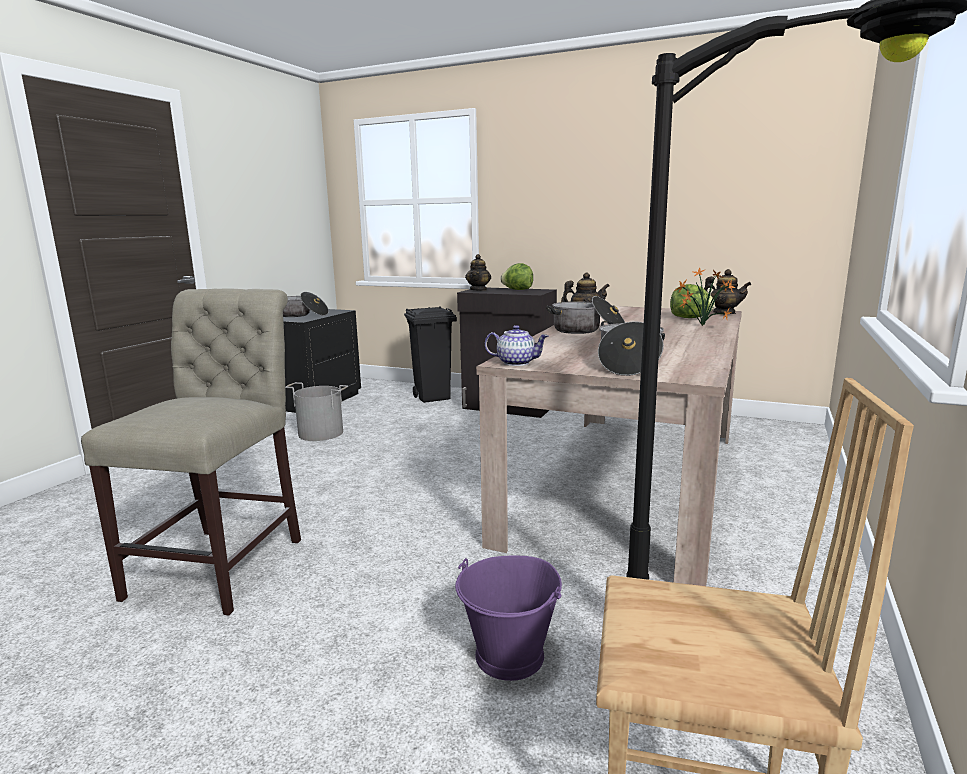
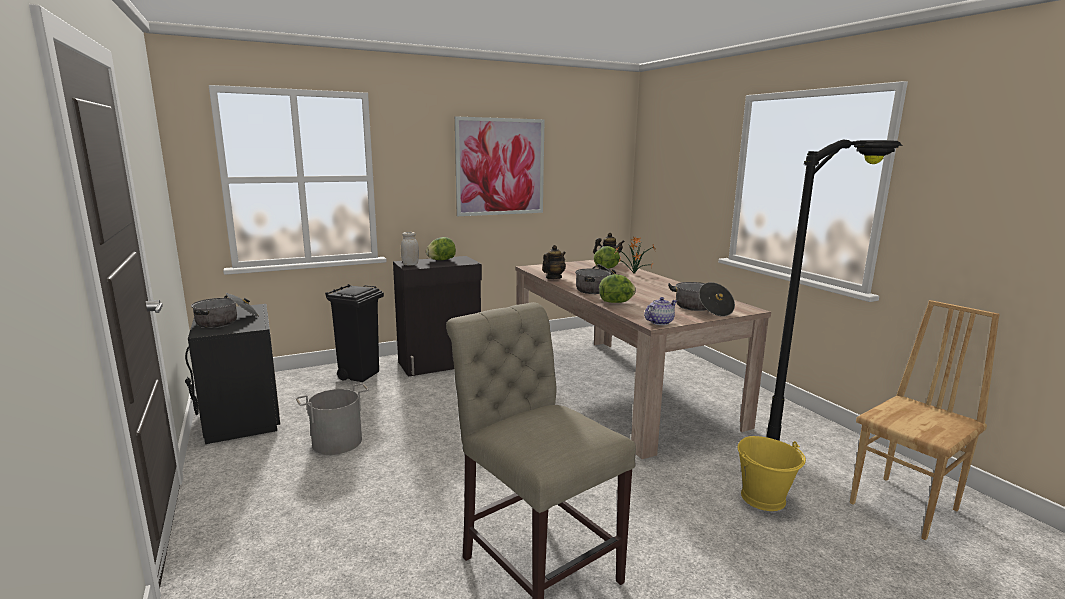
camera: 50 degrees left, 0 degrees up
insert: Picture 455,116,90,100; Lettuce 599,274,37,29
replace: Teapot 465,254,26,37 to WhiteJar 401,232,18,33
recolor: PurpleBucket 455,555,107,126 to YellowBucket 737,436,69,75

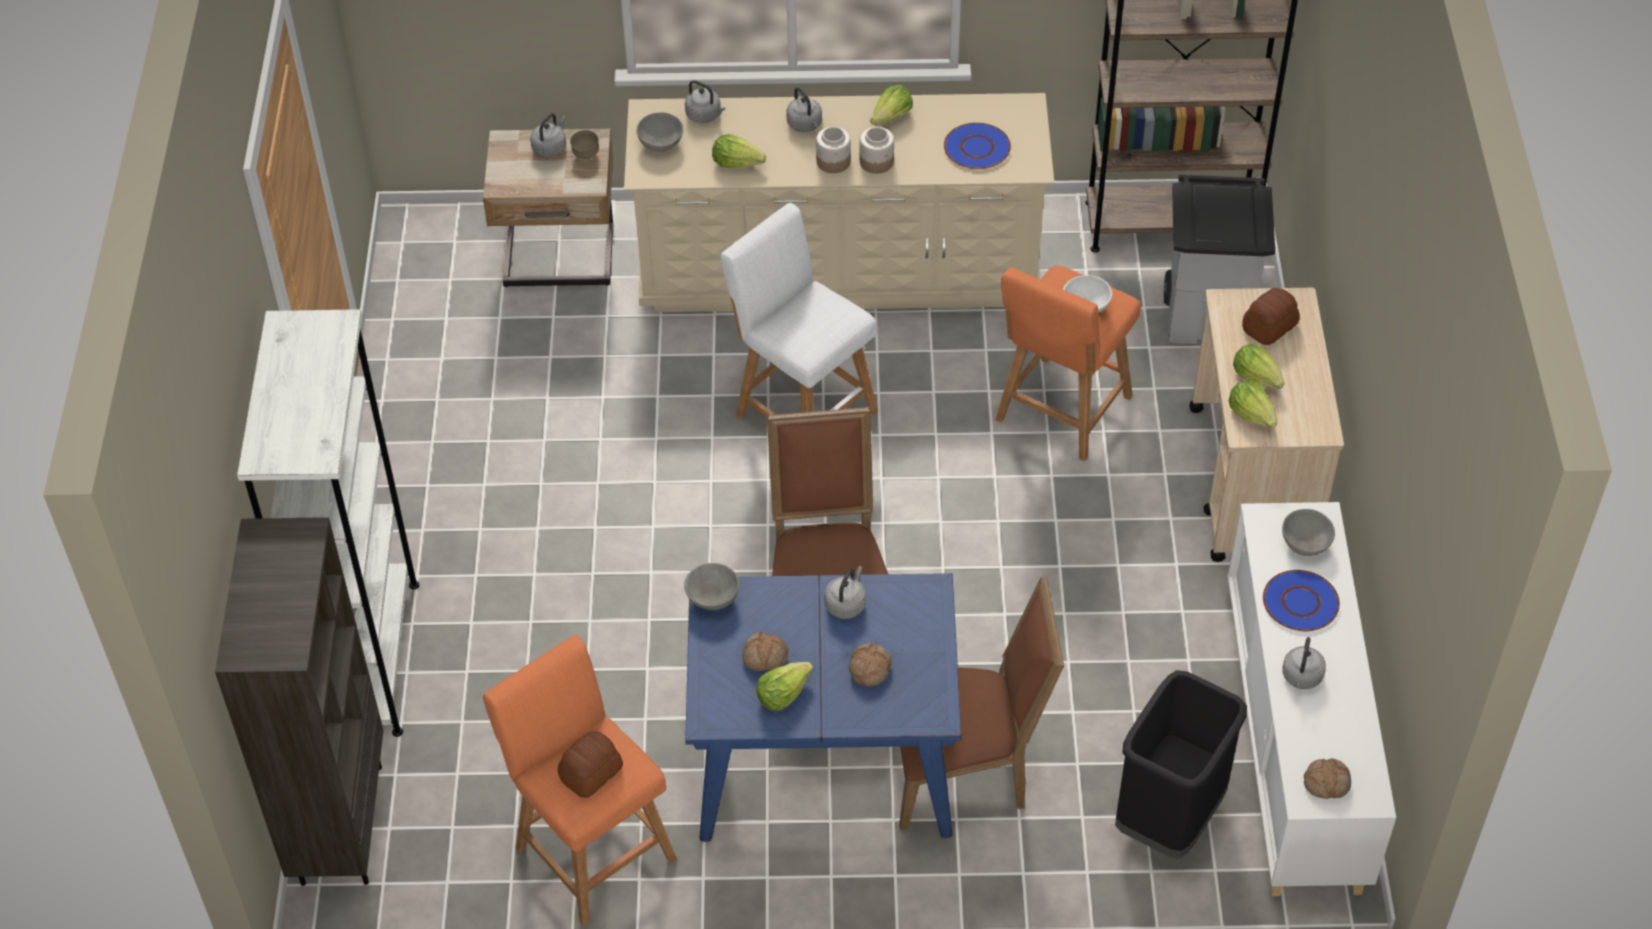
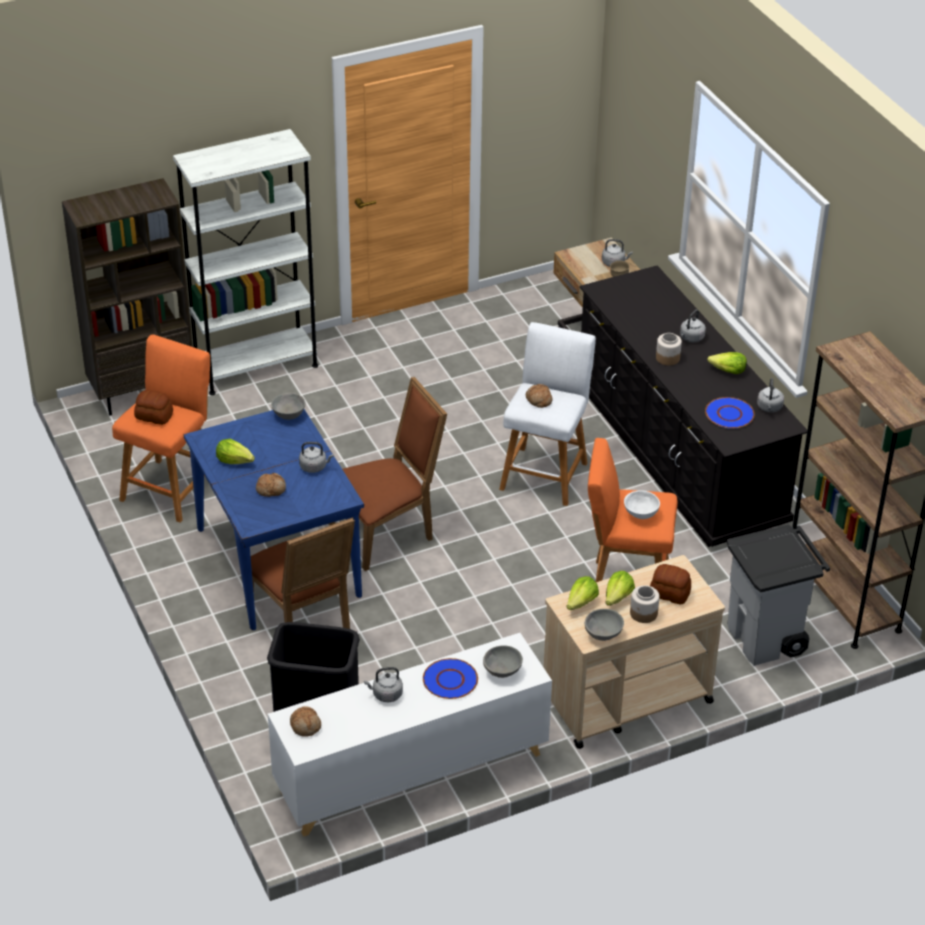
camera: 65 degrees right, 10 degrees down
delete: Lettuce 712,134,54,34
move: GreyKettle 685,80,40,43 to 757,378,27,34; GreyBowl 637,112,46,40 to 585,609,39,32; Jar 860,127,34,47 to 630,585,29,38; Bread 742,632,47,39 to 526,384,26,24
recolor: BeigeDresser 624,93,430,219 to BlackDresser 580,266,227,281

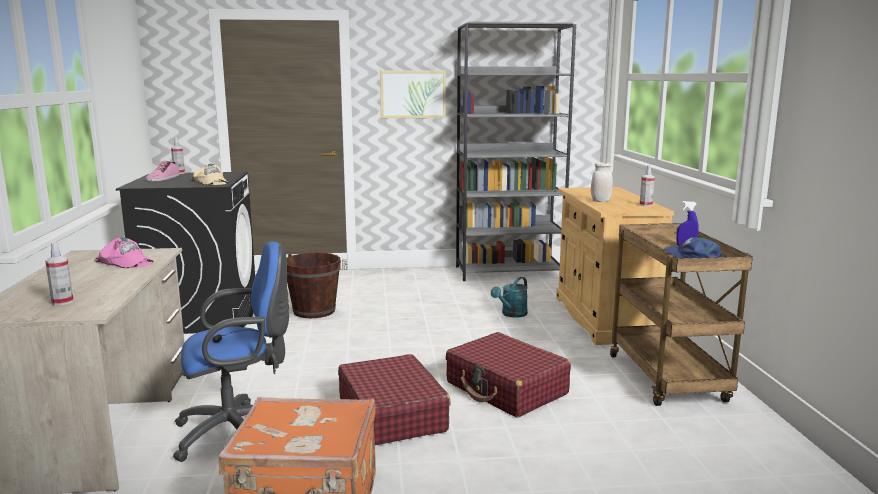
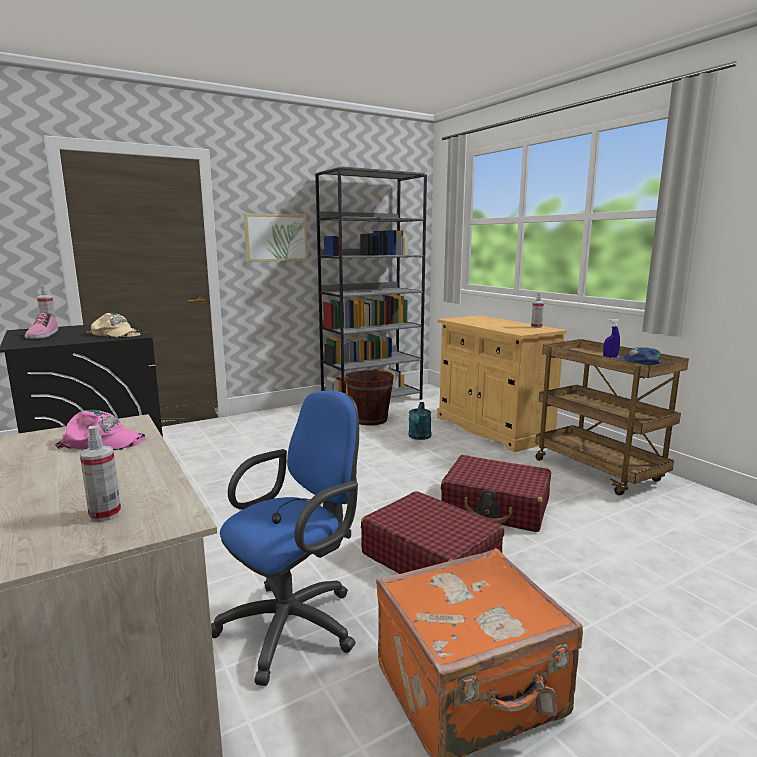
camera: 25 degrees left, 0 degrees up
delete: WhiteJar 591,162,22,40
move: BrownBucket 287,253,54,65 to 346,370,48,55

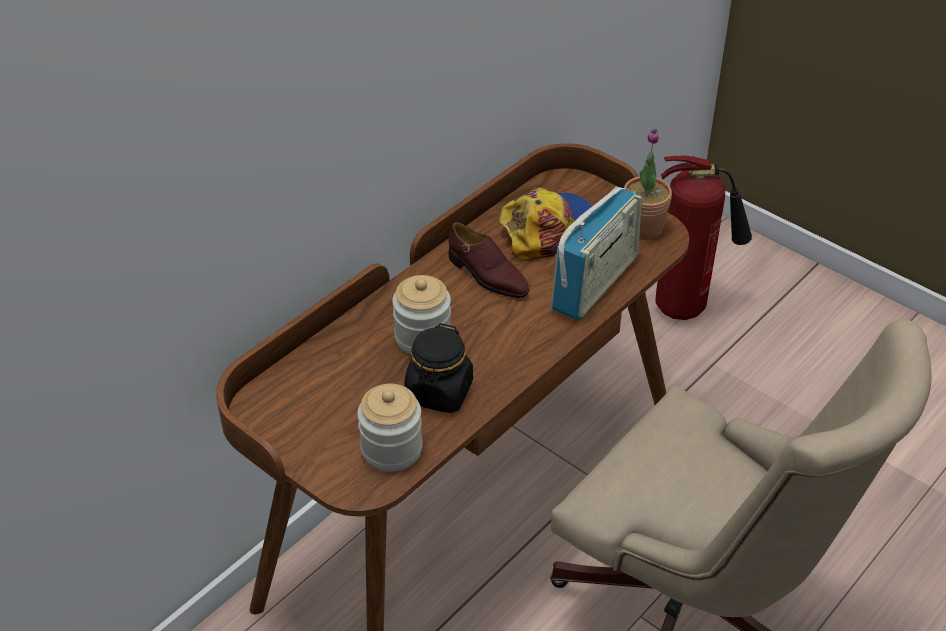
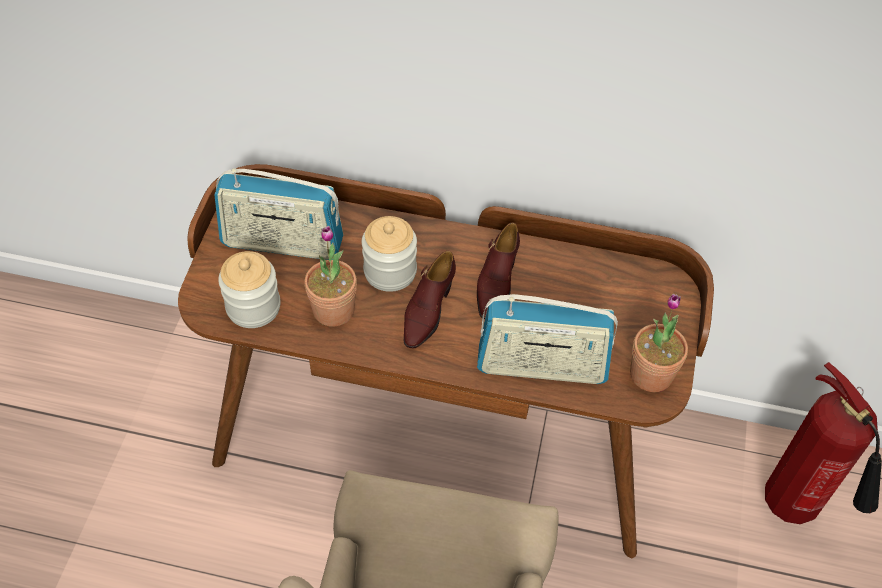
camera: 60 degrees right, 10 degrees up
delete: Cap 499,188,93,72
insert: Radio 215,168,128,92; BrownShoe 404,251,52,97
replace: BlackJar 404,323,69,90 to PottedPlant 304,226,53,100

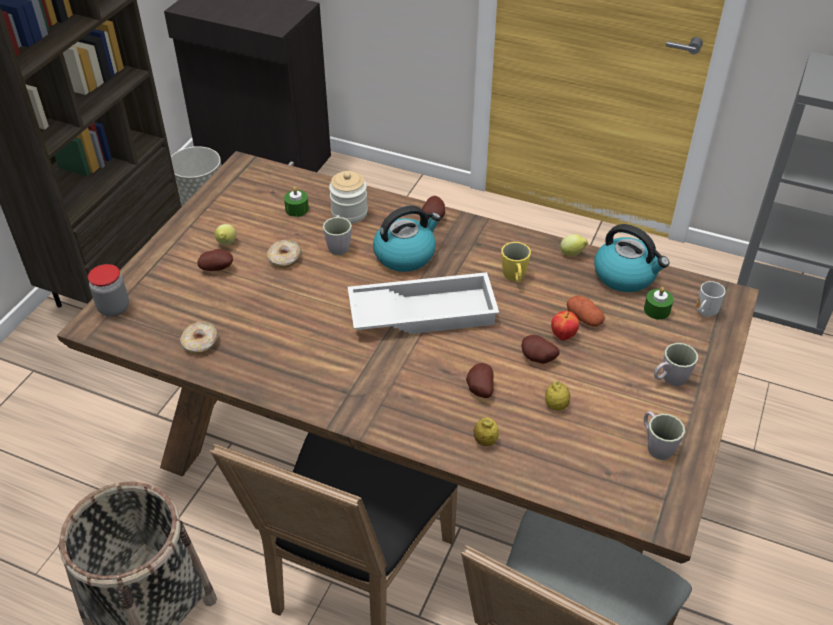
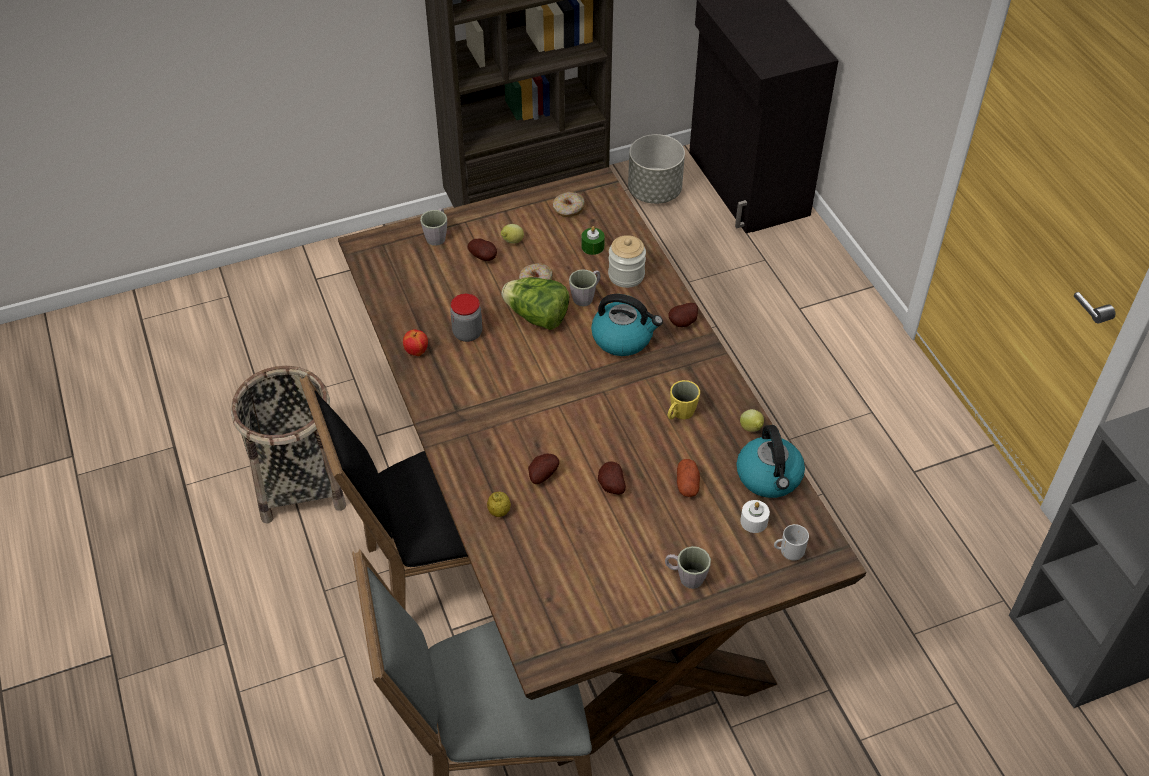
camera: 45 degrees right, 5 degrees up
delete: WhiteTray 348,272,151,62; Lemon 545,381,25,30
insert: Lettuce 501,277,68,53
move: Jar 88,264,41,53 to 450,294,32,48; Apple 551,311,28,29 to 403,329,25,27; Donut 180,322,38,32 to 553,192,32,25; GreyMug 644,411,41,49 to 420,208,27,38
recolor: GreenCandle 644,287,30,33 to WhiteCandle 740,500,30,33

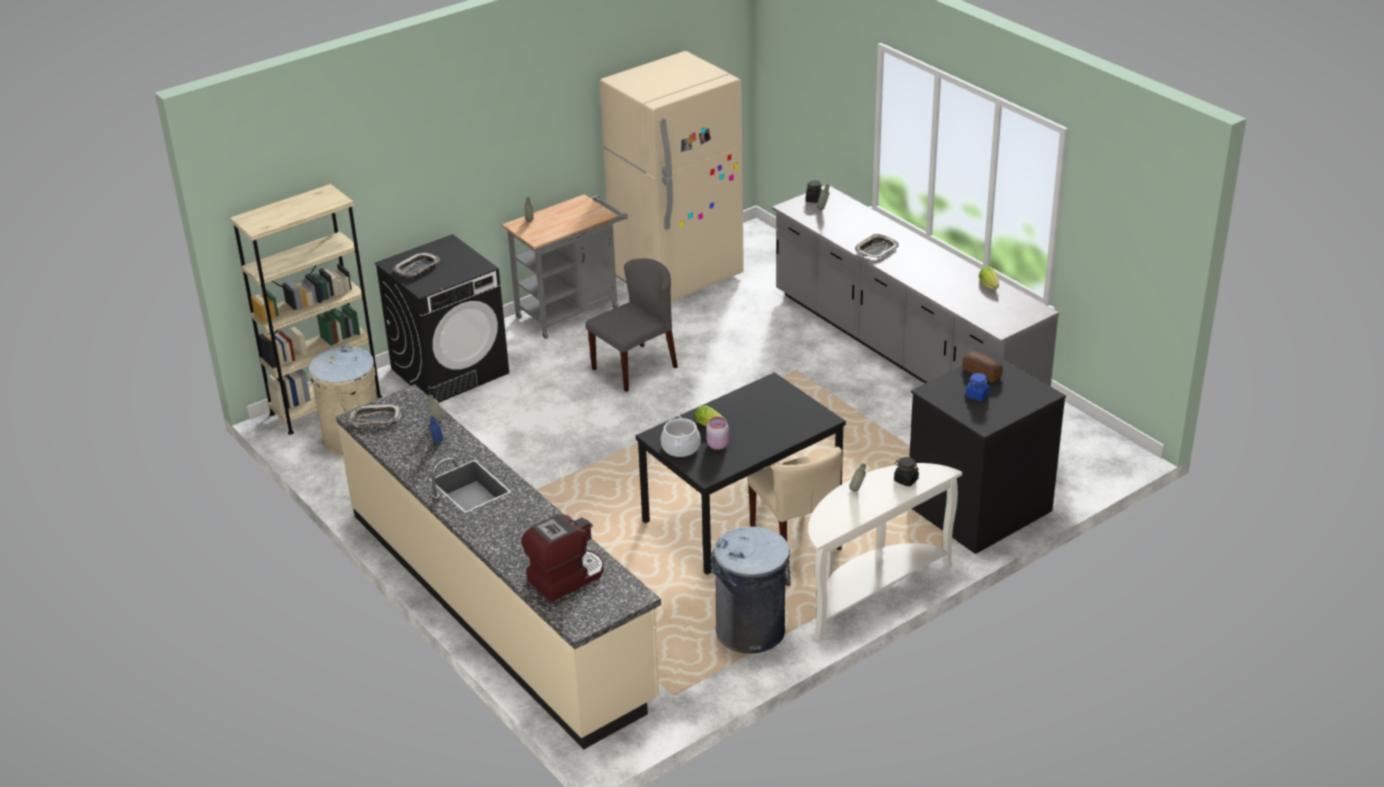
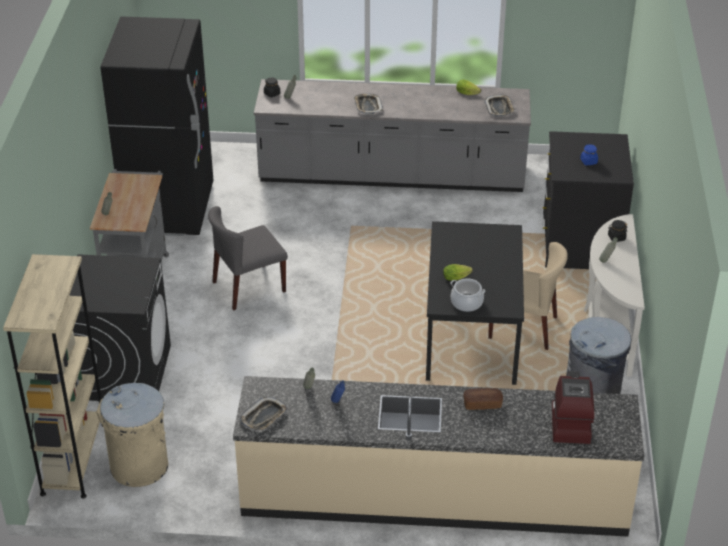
camera: 50 degrees left, 5 degrees up
delete: PinkJar 706,417,23,33
move: Tray 393,252,47,23 to 484,94,31,23; Bread 962,351,41,31 to 464,388,39,22
recolor: BeigeFridge 600,51,144,251 to BlackFridge 101,16,112,220
rotate: GreyChair 585,259,93,133 = 208,206,80,104 120 degrees counterclockwise

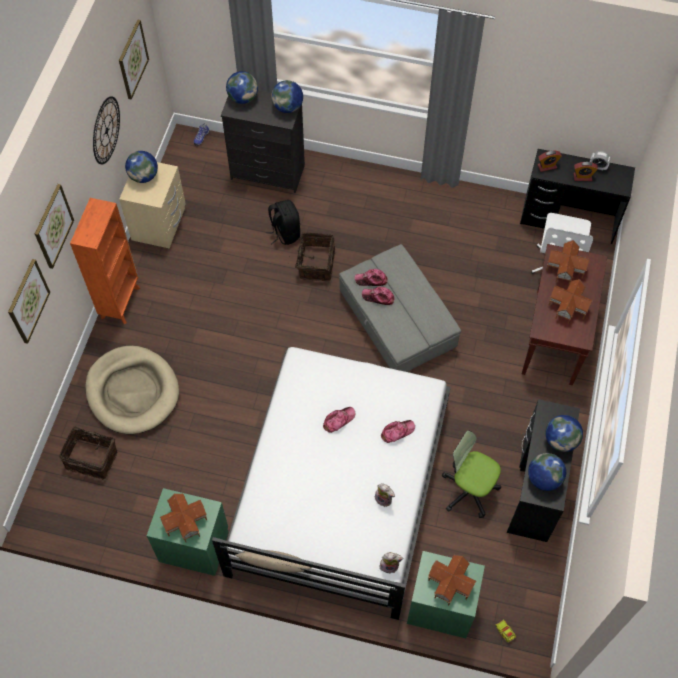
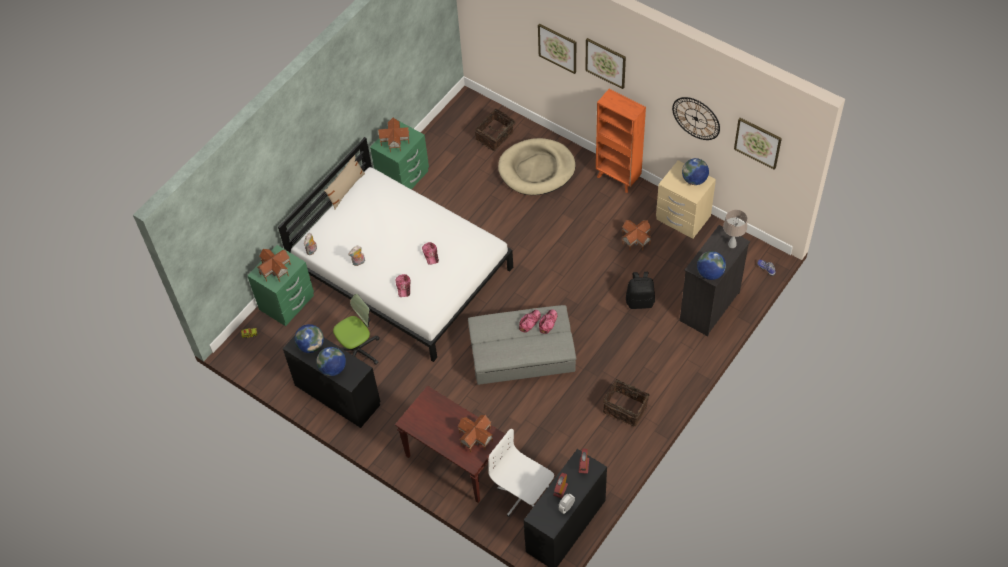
camera: 115 degrees right, 5 degrees down
move: Basket 295,233,40,48 to 603,378,46,48; ToyHouse 548,279,45,45 to 622,220,29,31
replace: Globe 226,71,32,33 to BeigeTableLamp 723,209,25,39

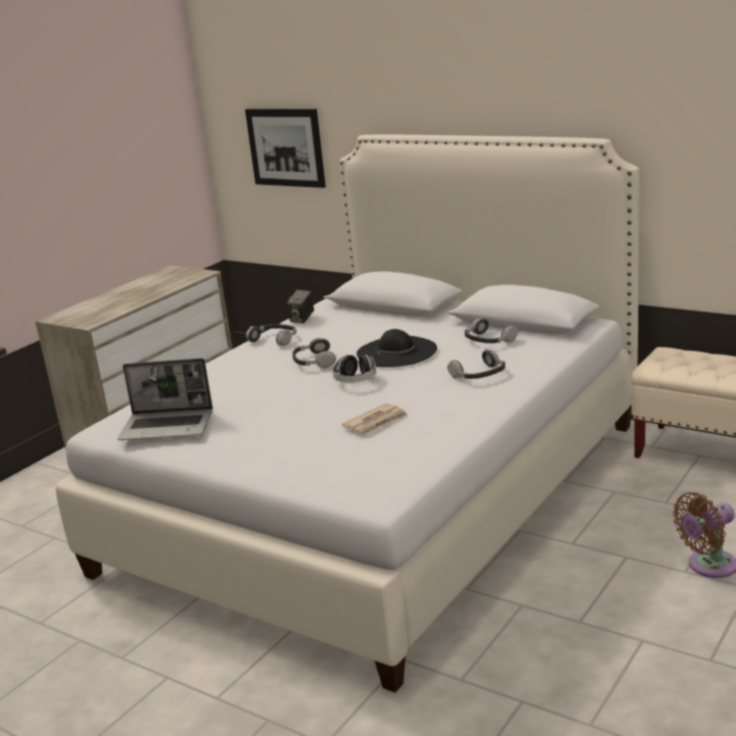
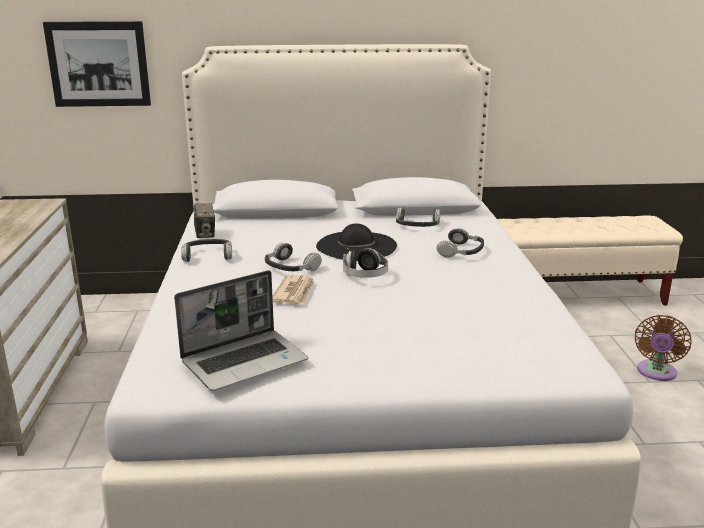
camera: 40 degrees left, 0 degrees up
move: Newspaper 342,403,66,32 to 272,275,43,29

